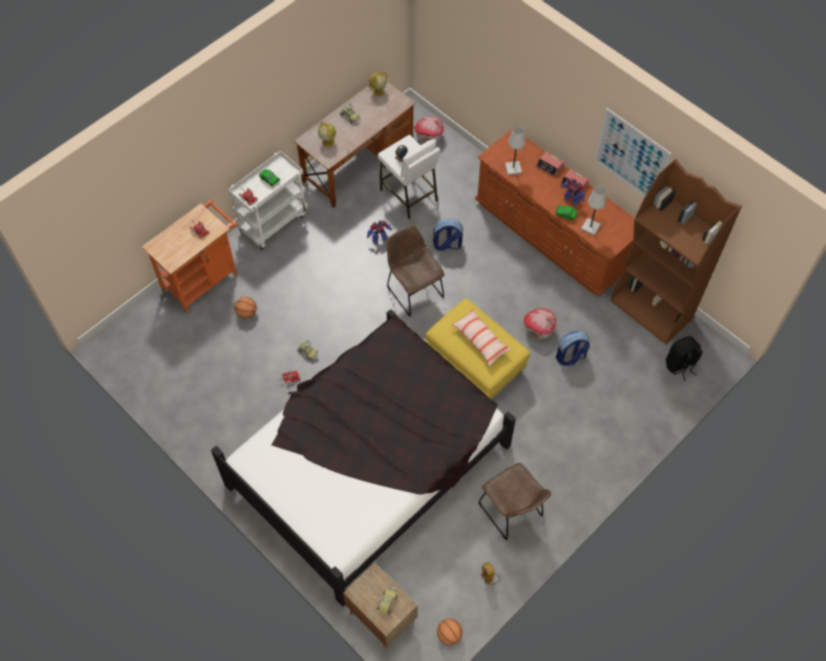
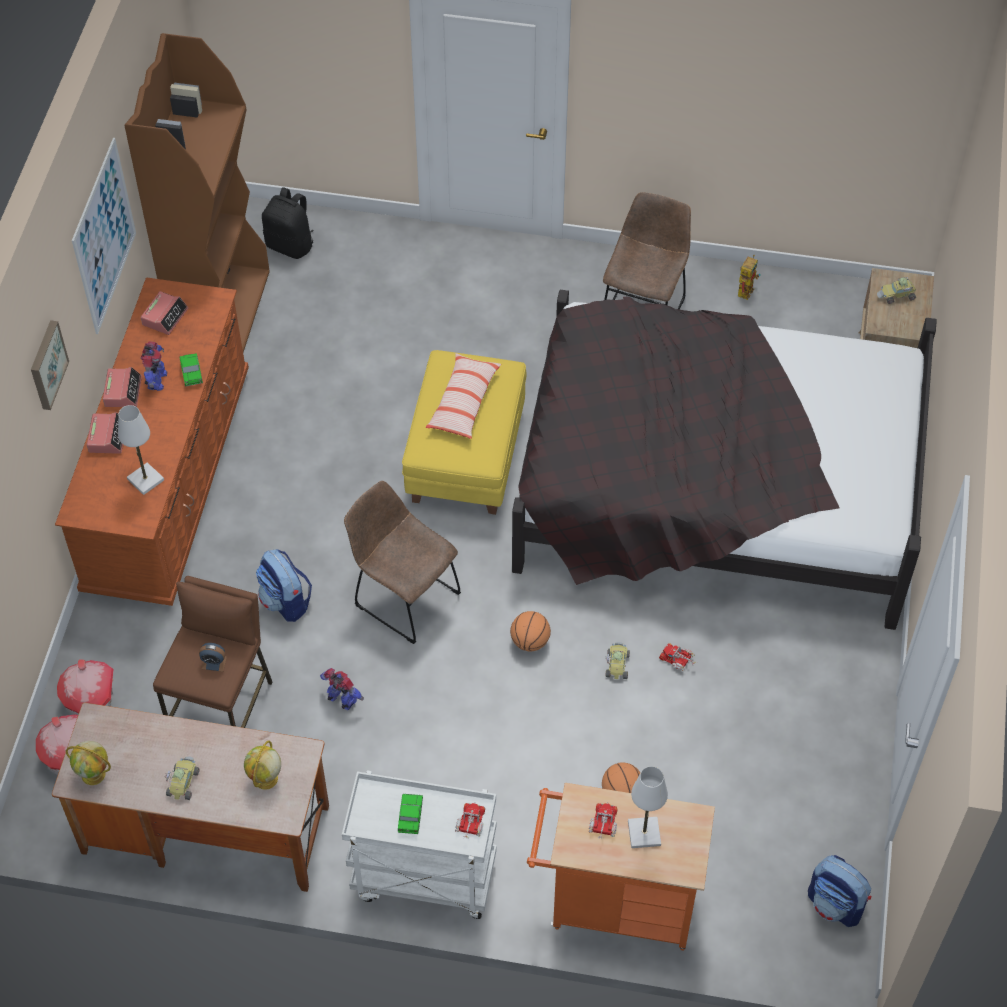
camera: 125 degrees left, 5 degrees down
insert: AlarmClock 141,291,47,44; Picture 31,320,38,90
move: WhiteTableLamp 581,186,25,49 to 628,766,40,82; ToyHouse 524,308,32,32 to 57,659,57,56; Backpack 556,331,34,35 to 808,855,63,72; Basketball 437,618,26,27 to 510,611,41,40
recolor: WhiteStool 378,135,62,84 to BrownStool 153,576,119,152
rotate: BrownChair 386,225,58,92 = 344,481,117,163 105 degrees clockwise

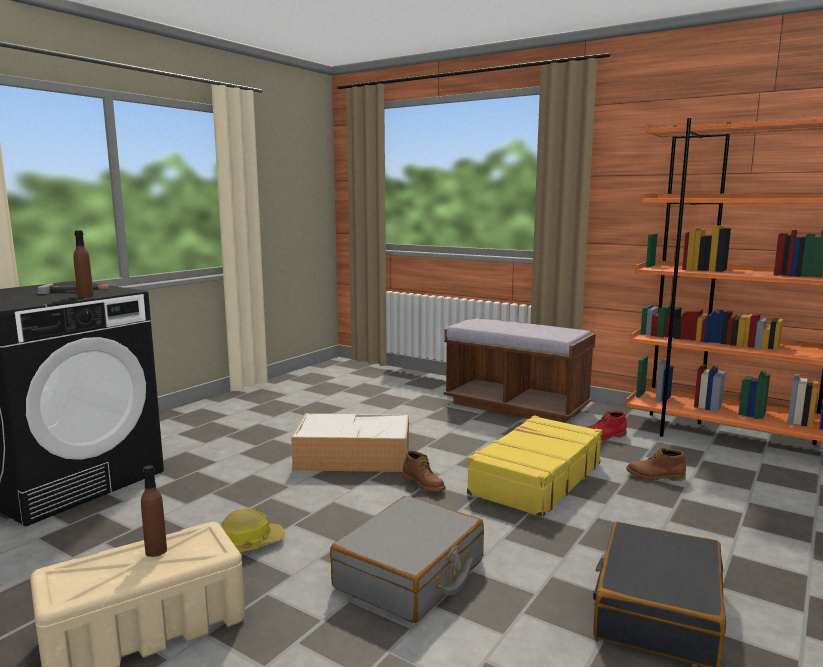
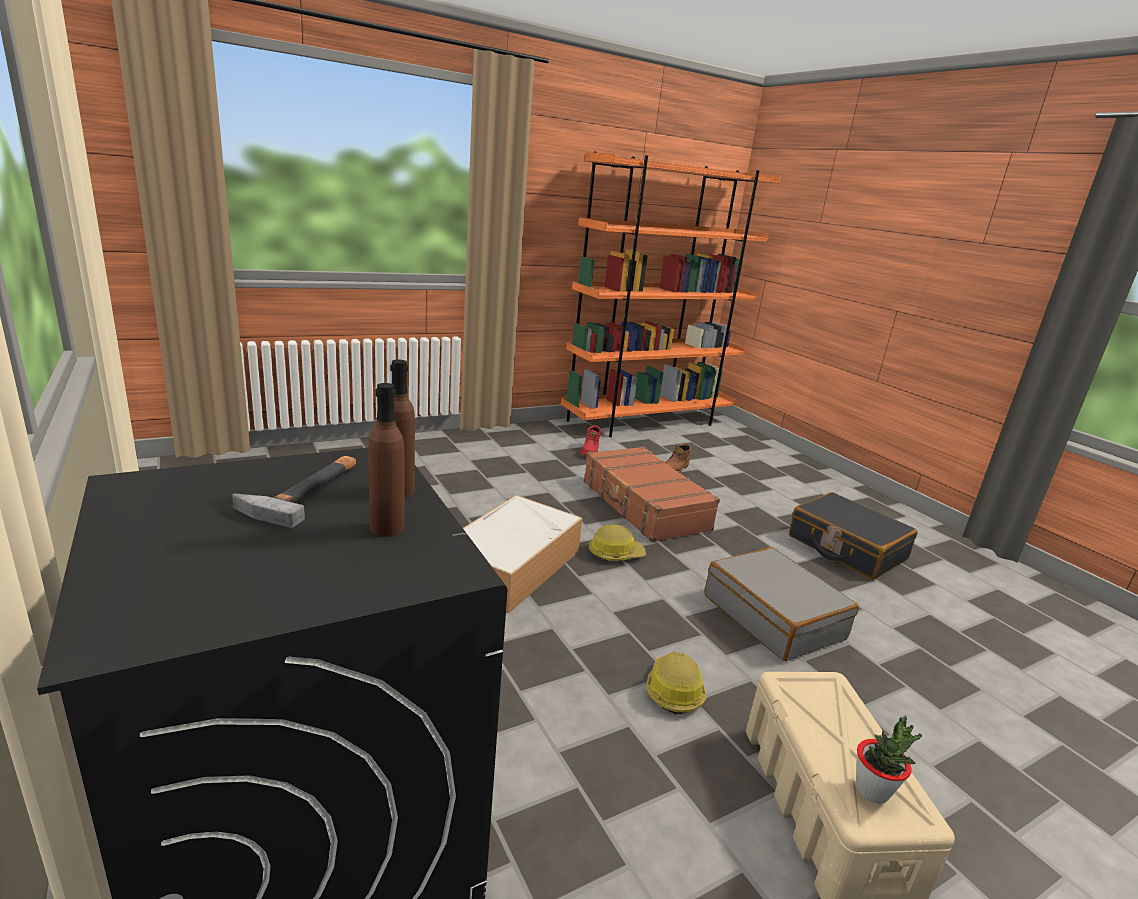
camera: 65 degrees left, 10 degrees up
delete: BrownBench 444,318,152,105
insert: PottedPlant 856,716,66,88
move: BrownBottle 141,465,26,92 to 369,383,36,154
replace: BrownBoot 402,450,44,41 to HardHat 589,524,57,37
recolor: YellowSuitcase 467,415,135,102 to BrownSuitcase 584,446,136,96

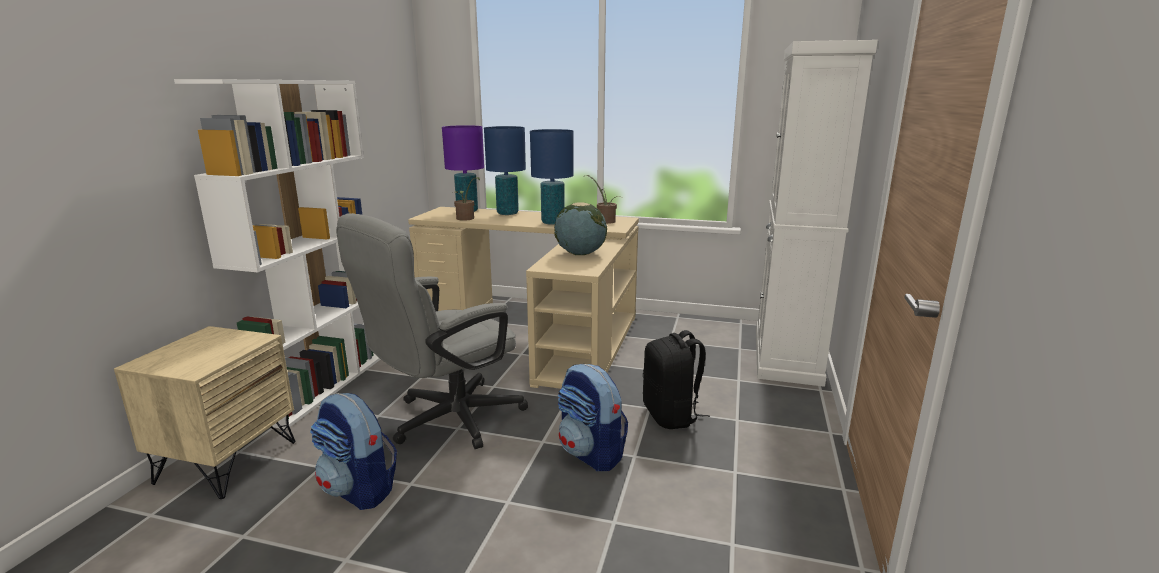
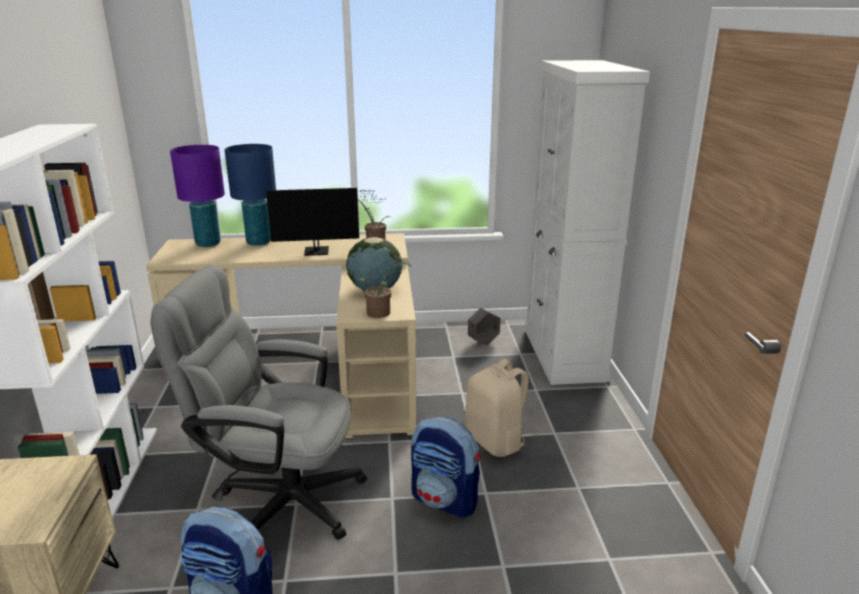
camera: 20 degrees left, 5 degrees up
insert: GreyPlanter 468,308,33,37
move: PottedPlant 454,177,26,44 to 357,262,54,56
replace: BlueTableLamp 530,129,44,96 to Monitor 266,188,121,68
recolor: BlackBackpack 643,330,67,99 to BeigeBackpack 465,359,67,98
rotate: GreyOfficeChair 336,213,192,236 = 150,265,217,275 75 degrees clockwise

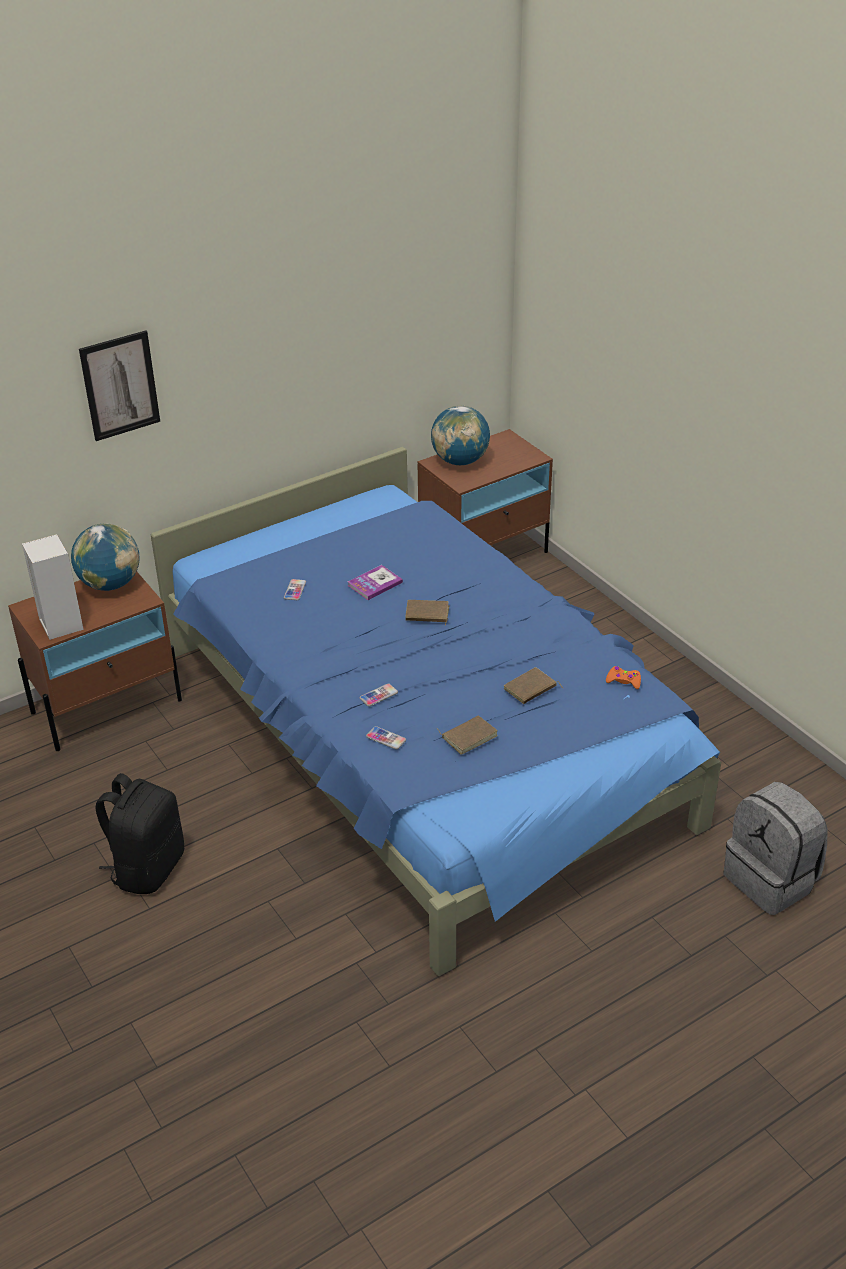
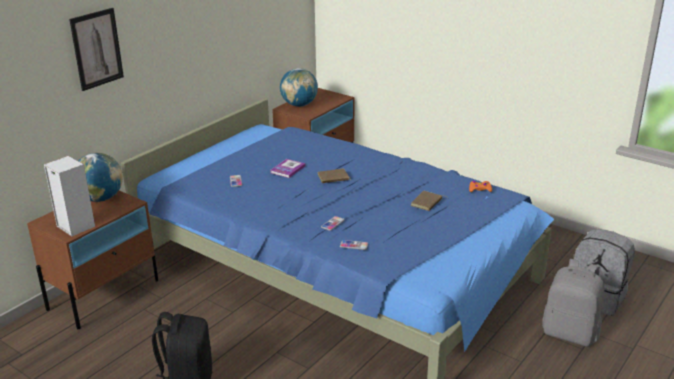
camera: 20 degrees left, 10 degrees down
delete: BrownBook 437,715,61,40
insert: GreyBackpack 542,259,63,87

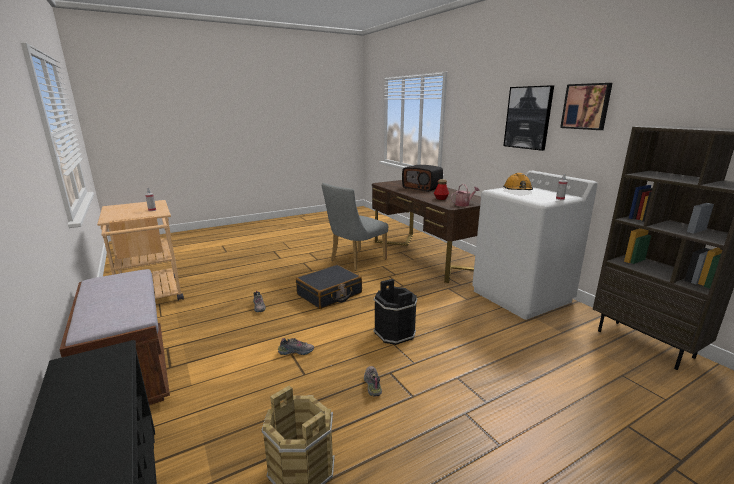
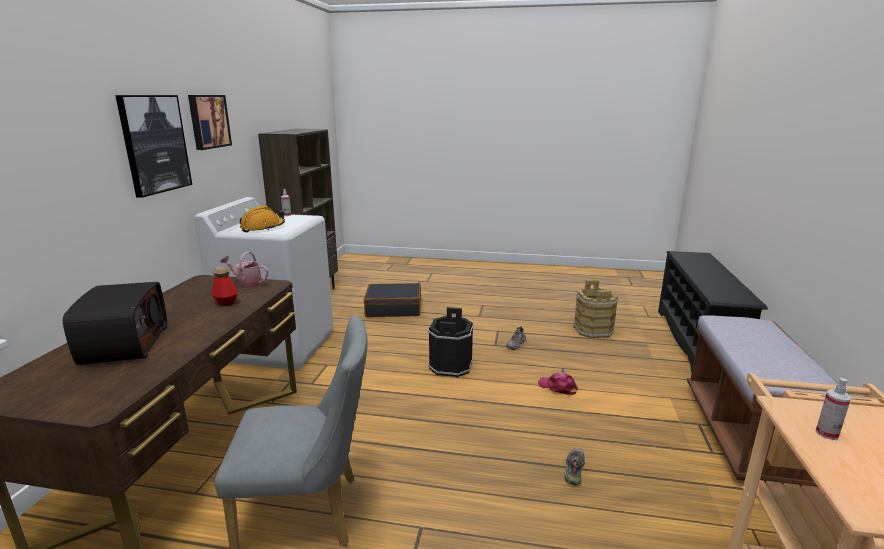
camera: 140 degrees left, 0 degrees up
move: BlackSuitcase 296,265,66,44 to 364,283,57,34
replace: Shoe 278,338,36,17 to PinkCap 538,373,40,22

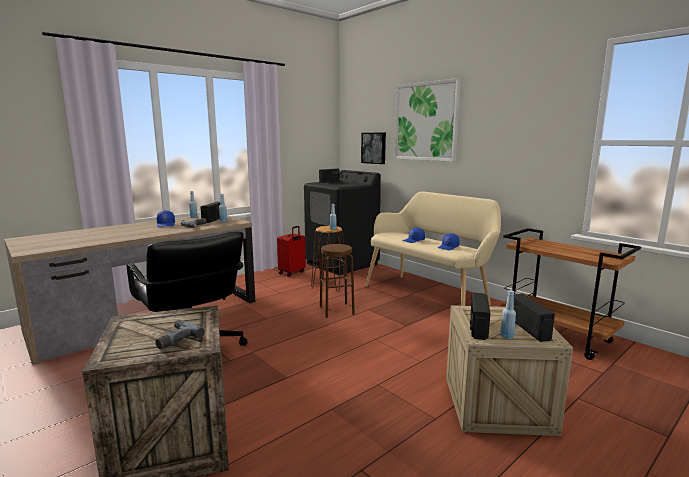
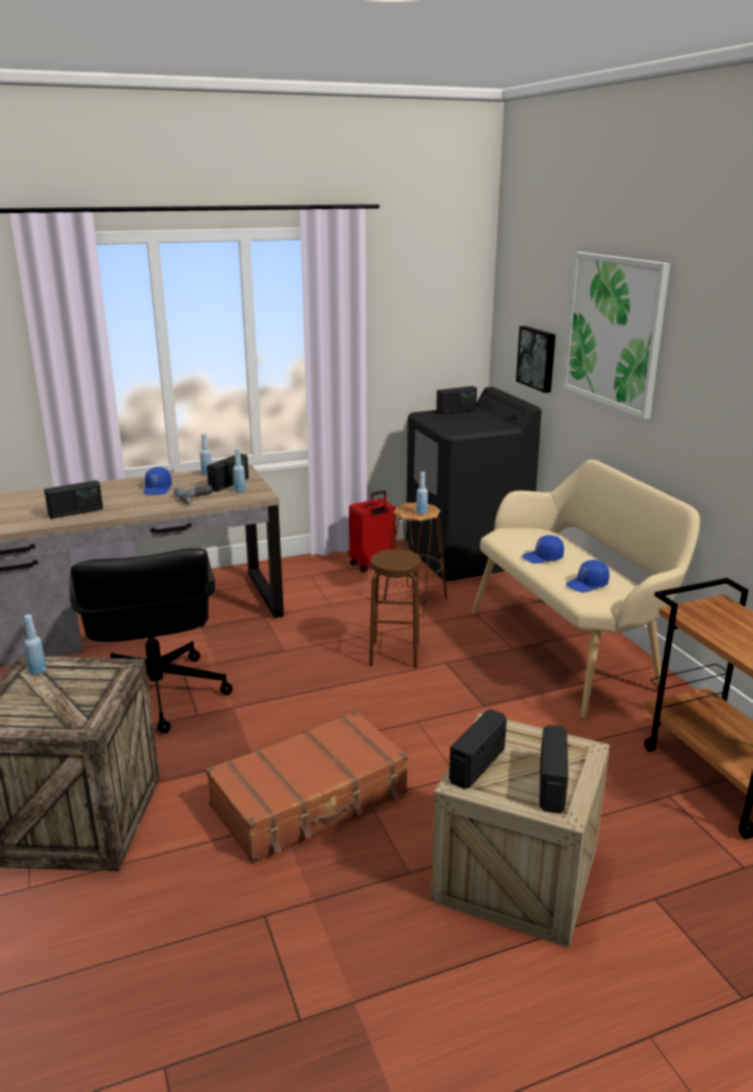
camera: 20 degrees right, 10 degrees up
delete: PowerDrill 155,320,50,29
insert: Radio 44,480,59,39; BrownSuitcase 206,711,202,152
move: BlueBottle 500,290,16,49 to 24,615,23,60

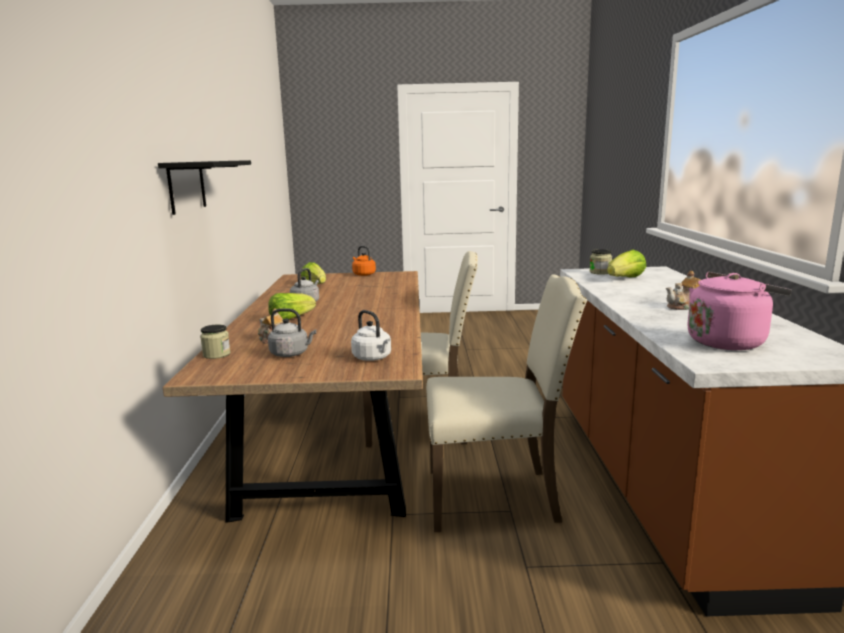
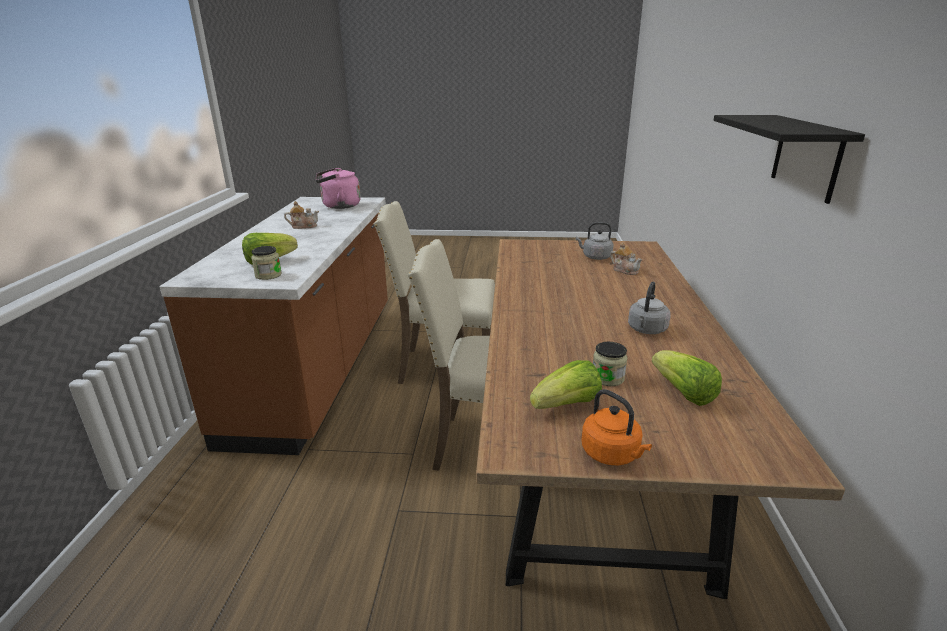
camera: 175 degrees left, 10 degrees up
delete: WhiteKettle 351,310,40,51
move: Lettuce 268,293,48,26 to 530,360,72,49; Jar 200,324,31,35 to 593,342,34,44

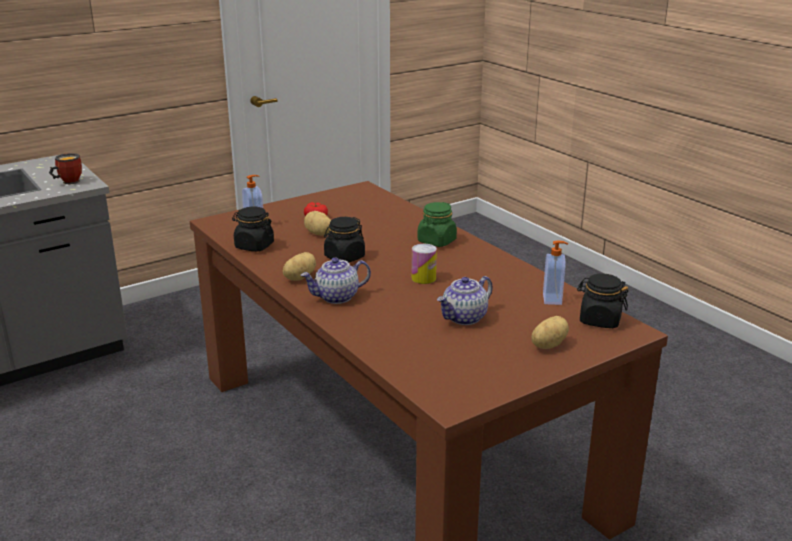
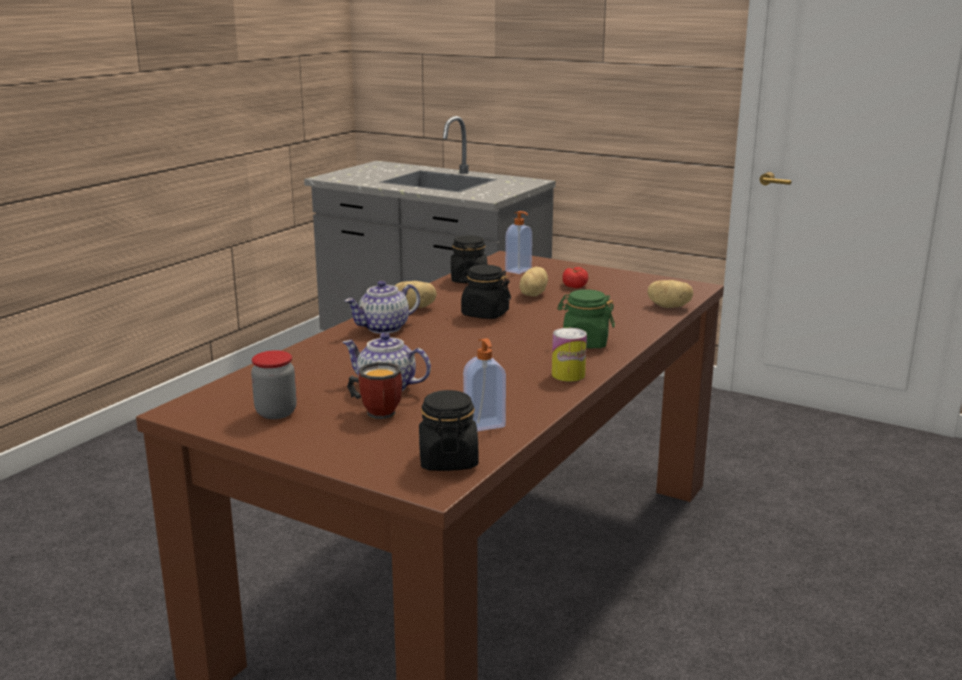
camera: 65 degrees right, 5 degrees down
insert: Jar 251,350,46,69
move: Mug 49,153,33,31 to 347,362,55,57; Can 412,244,25,40 to 552,328,35,54; Potato 532,316,37,33 to 648,280,45,28
rotate: Teapot 301,258,70,46 = 345,281,75,53 75 degrees counterclockwise

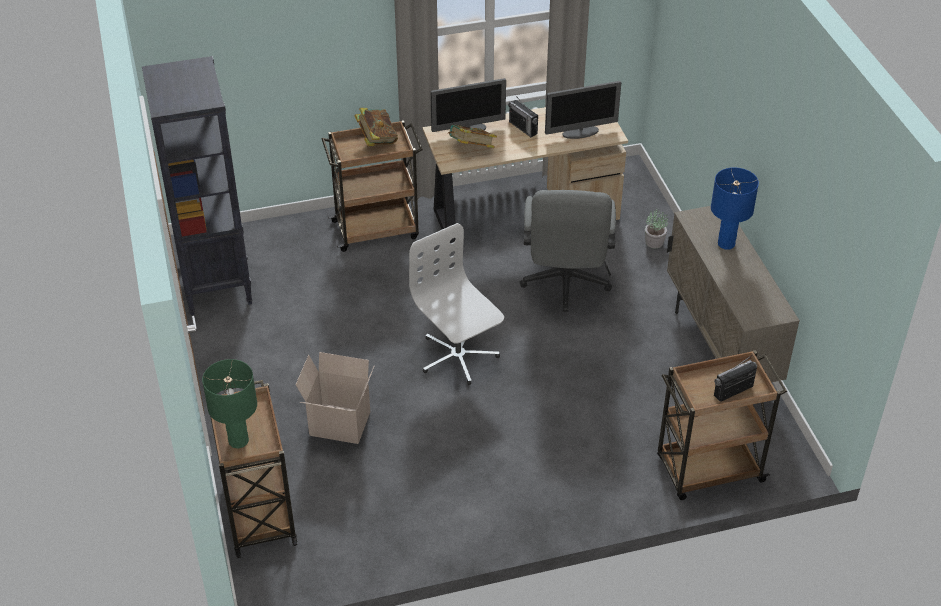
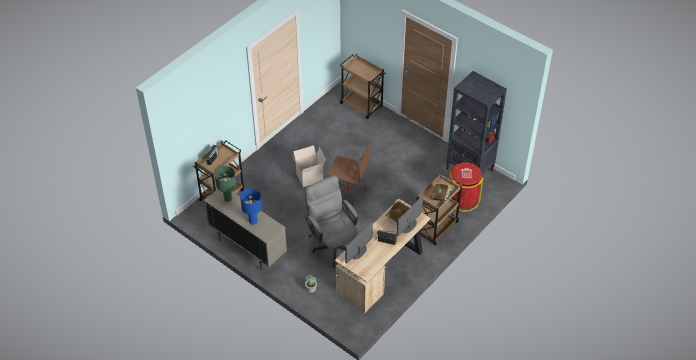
camera: 145 degrees right, 5 degrees up
insert: RedTrashCan 450,162,33,50
move: CardboardBox 296,352,79,92 to 292,145,34,42; GreenTableLamp 202,359,55,89 to 215,166,21,36
recolor: WhiteOfficeChair 409,223,95,162 to BrownOfficeChair 327,144,43,60

